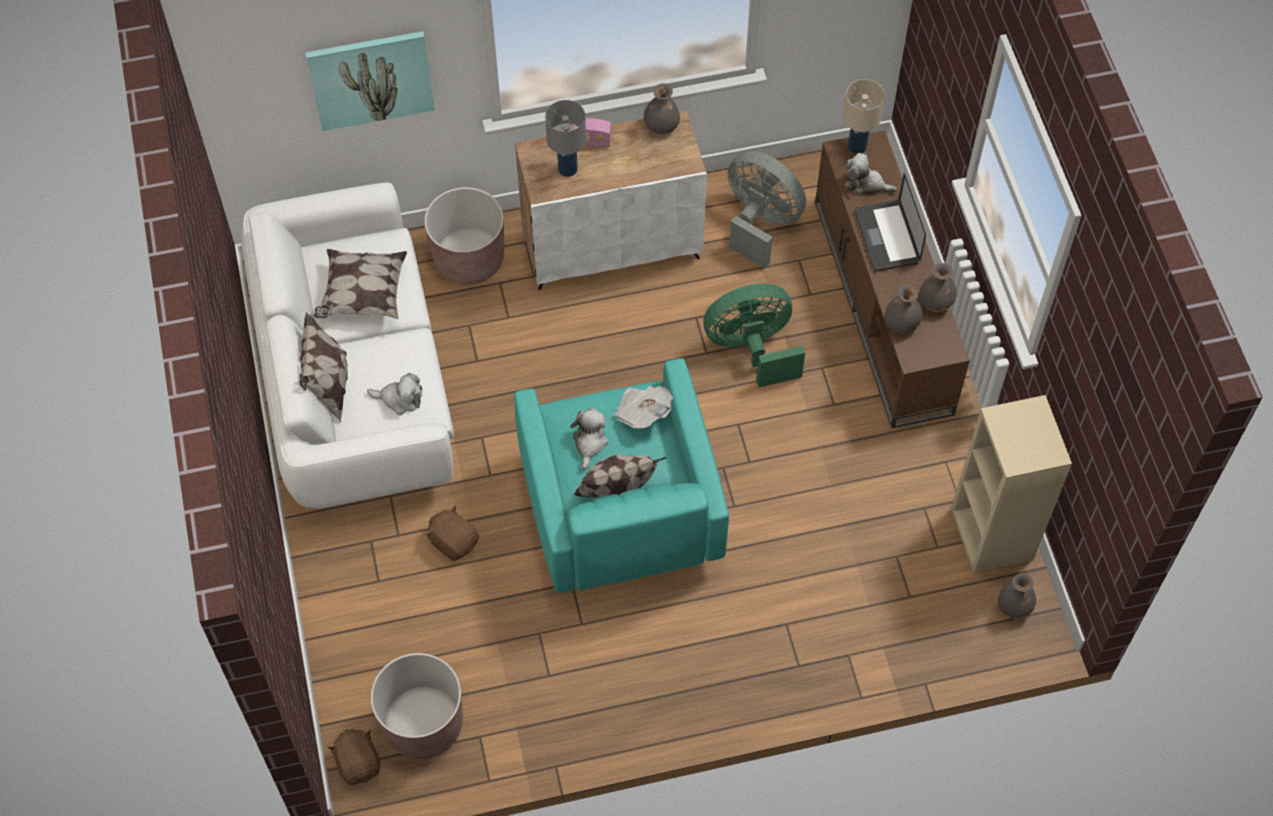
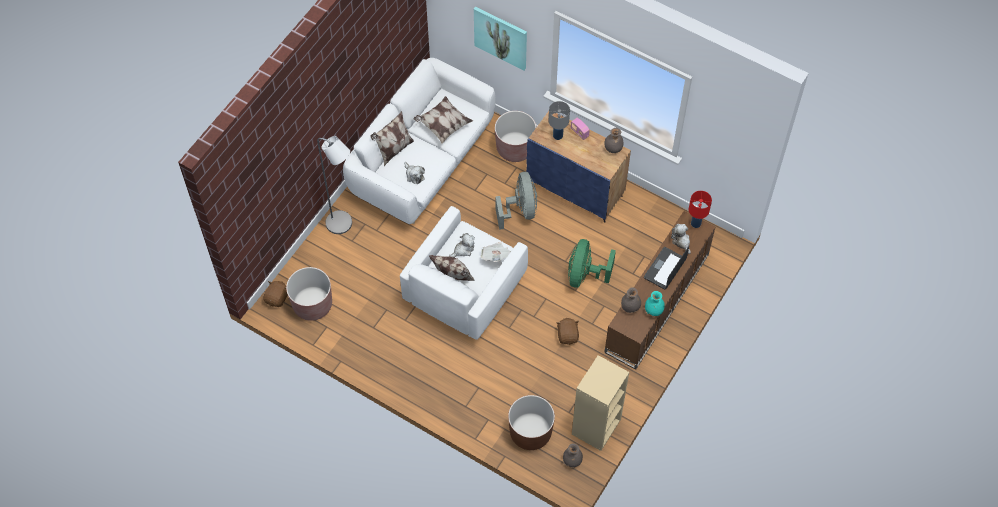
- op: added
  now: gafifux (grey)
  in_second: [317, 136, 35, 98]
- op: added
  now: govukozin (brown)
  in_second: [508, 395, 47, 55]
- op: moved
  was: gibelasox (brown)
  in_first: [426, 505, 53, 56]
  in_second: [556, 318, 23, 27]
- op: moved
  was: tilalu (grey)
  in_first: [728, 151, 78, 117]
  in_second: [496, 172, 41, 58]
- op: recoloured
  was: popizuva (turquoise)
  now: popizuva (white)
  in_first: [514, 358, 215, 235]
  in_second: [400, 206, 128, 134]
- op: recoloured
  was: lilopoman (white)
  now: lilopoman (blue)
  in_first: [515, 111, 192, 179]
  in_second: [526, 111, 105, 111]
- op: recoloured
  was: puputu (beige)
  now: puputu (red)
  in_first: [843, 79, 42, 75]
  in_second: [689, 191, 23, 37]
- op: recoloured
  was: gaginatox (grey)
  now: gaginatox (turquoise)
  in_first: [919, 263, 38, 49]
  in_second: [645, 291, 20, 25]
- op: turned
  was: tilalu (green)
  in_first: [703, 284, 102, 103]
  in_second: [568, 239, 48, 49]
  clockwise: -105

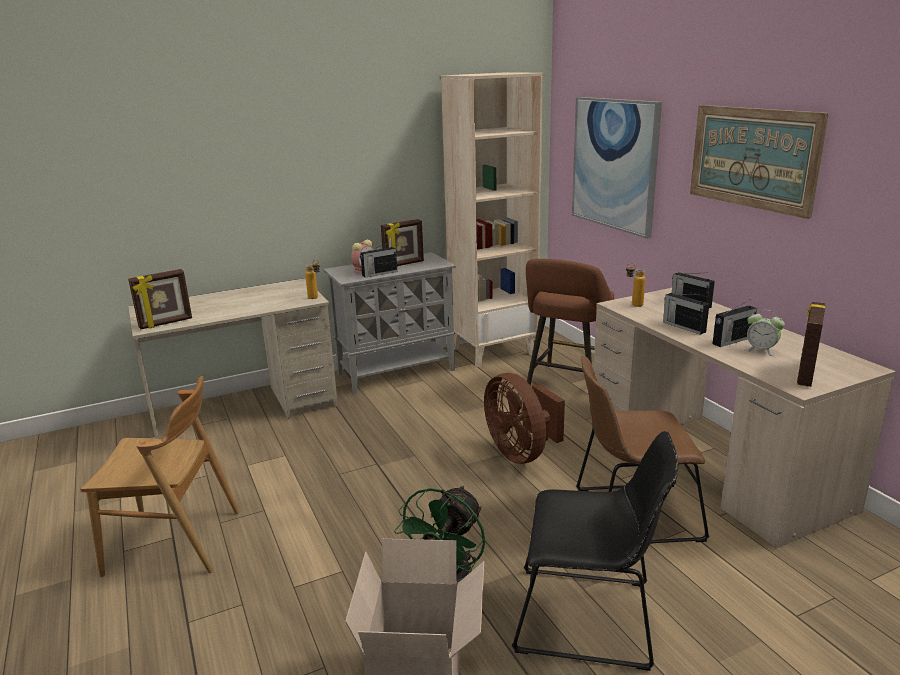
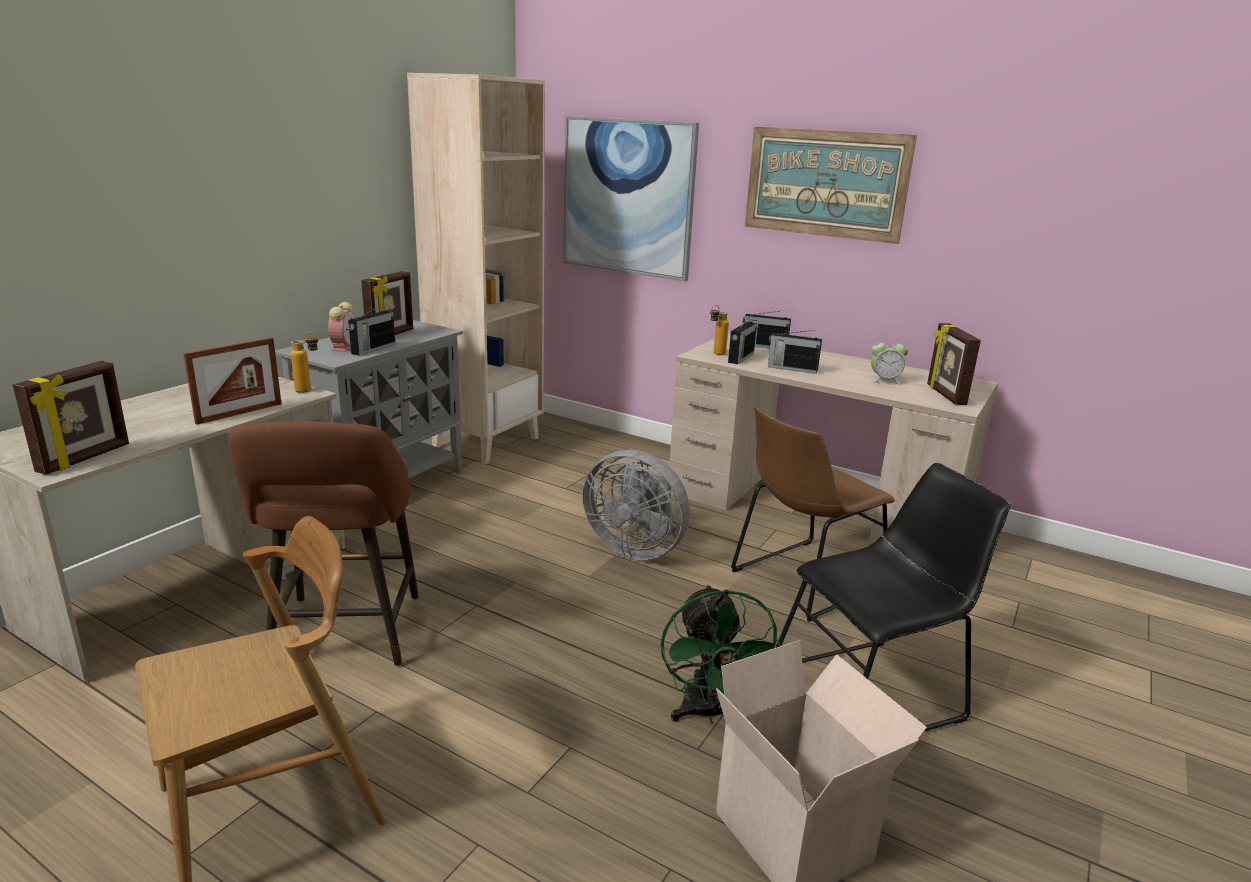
- op: added
  now: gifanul
  in_second: [183, 337, 99, 88]
- op: moved
  was: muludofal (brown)
  in_first: [526, 259, 88, 143]
  in_second: [228, 421, 190, 246]
- op: moved
  was: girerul
  in_first: [713, 300, 44, 47]
  in_second: [728, 317, 29, 47]
- op: recoloured
  was: tilalu (brown)
  now: tilalu (grey)
  in_first: [484, 373, 81, 91]
  in_second: [583, 450, 107, 110]

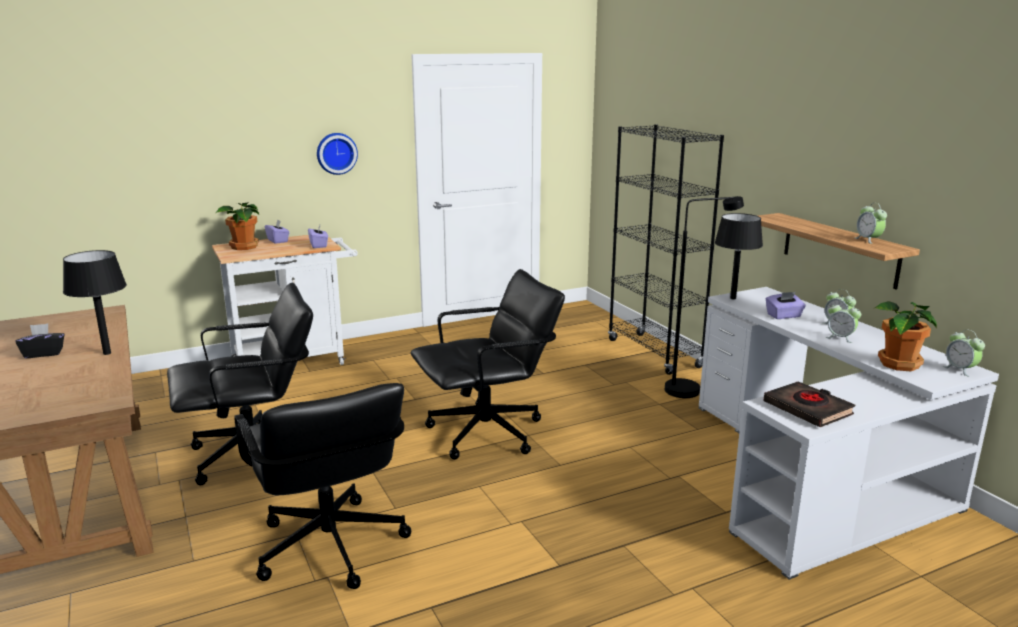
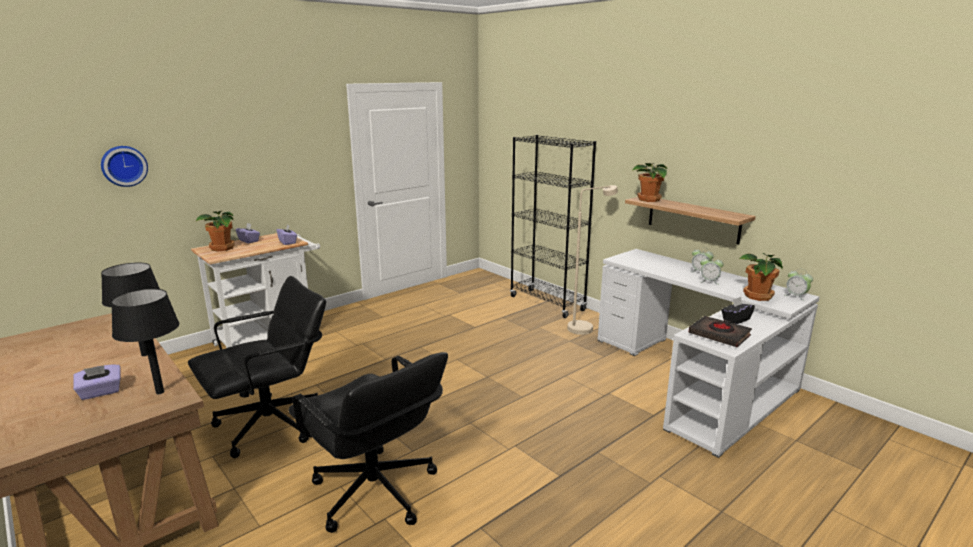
- op: removed
  was: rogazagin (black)
  in_first: [411, 269, 154, 191]
- op: removed
  was: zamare
  in_first: [855, 203, 32, 41]
- op: added
  now: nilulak
  in_second: [632, 163, 35, 39]
- op: moved
  was: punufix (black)
  in_first: [15, 324, 50, 34]
  in_second: [721, 297, 34, 27]
- op: moved
  was: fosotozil
  in_first: [317, 133, 41, 42]
  in_second: [101, 146, 47, 41]
- op: moved
  was: puputu (black)
  in_first: [715, 213, 48, 86]
  in_second: [111, 289, 68, 105]
- op: moved
  was: punufix (purple)
  in_first: [766, 292, 40, 27]
  in_second: [73, 365, 47, 35]
- op: recoloured
  was: gafifux (black)
  now: gafifux (beige)
  in_first: [665, 196, 79, 202]
  in_second: [567, 185, 51, 150]

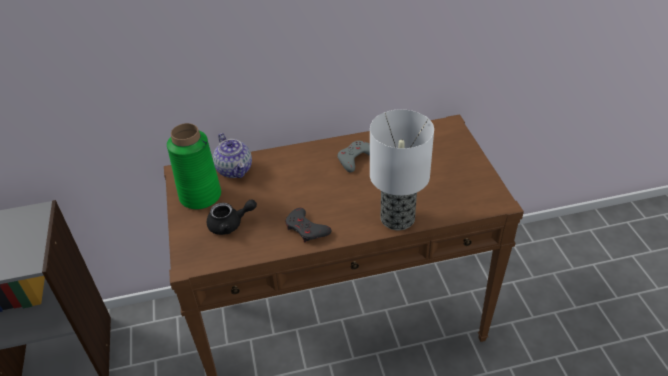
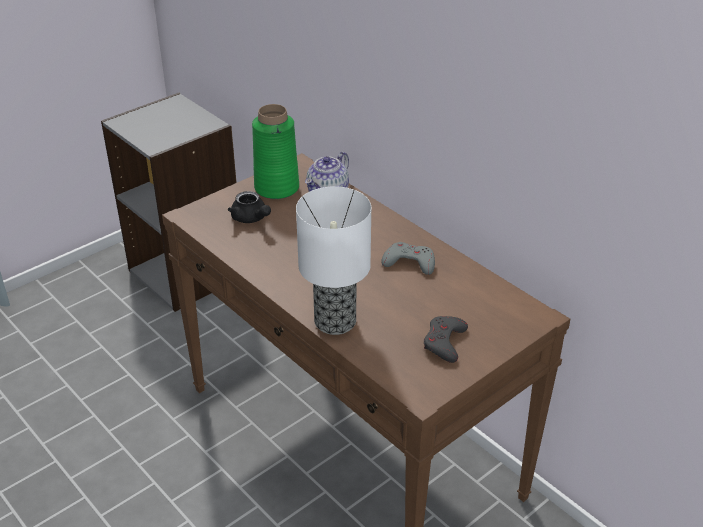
- op: moved
  was: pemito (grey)
  in_first: [285, 208, 47, 35]
  in_second: [424, 316, 44, 47]

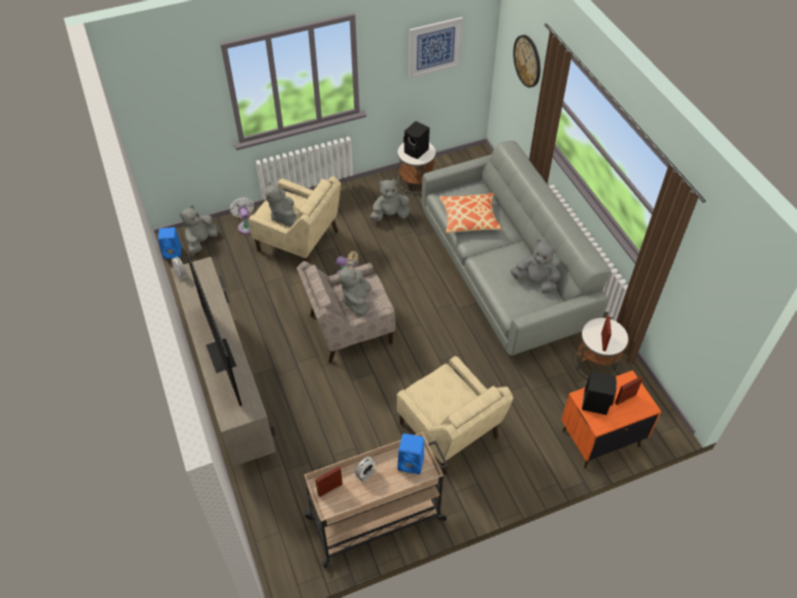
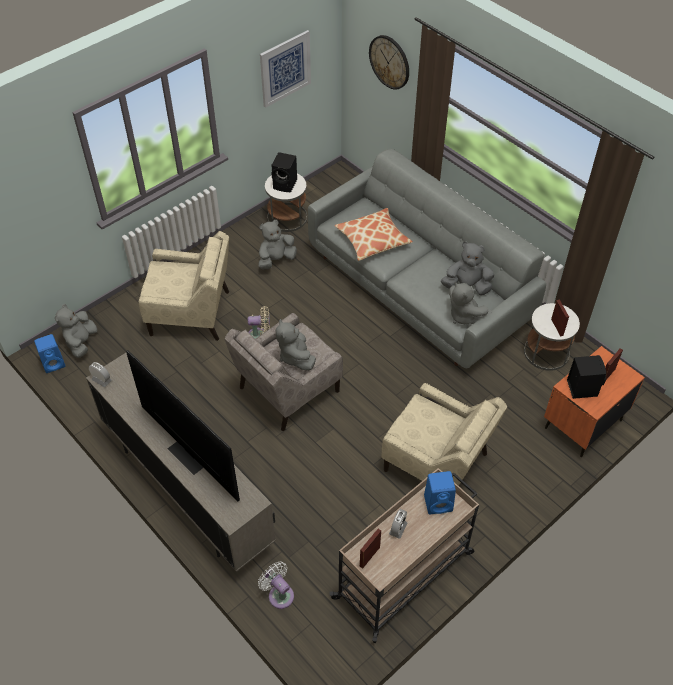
- op: moved
  was: tilalu (white)
  in_first: [230, 197, 24, 37]
  in_second: [258, 561, 36, 48]
- op: moved
  was: gibelasox (grey)
  in_first: [265, 182, 32, 45]
  in_second: [449, 281, 43, 43]

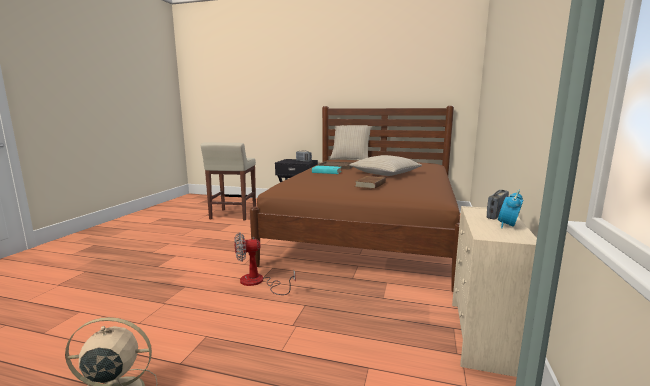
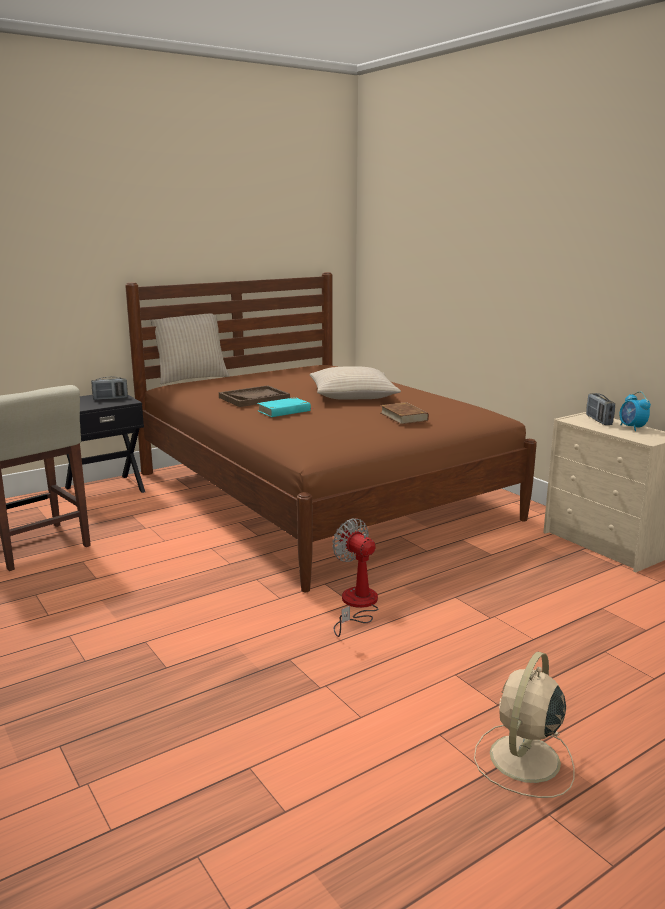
- op: turned
  was: tilalu
  in_first: [234, 232, 62, 63]
  in_second: [332, 518, 46, 119]
  clockwise: 120

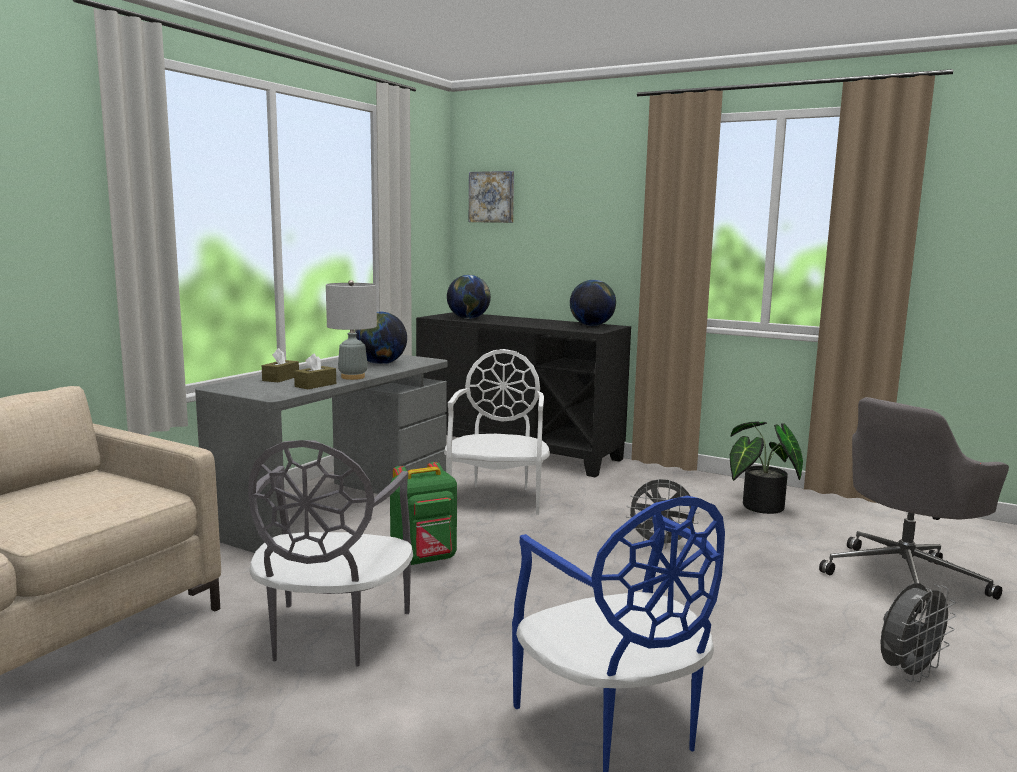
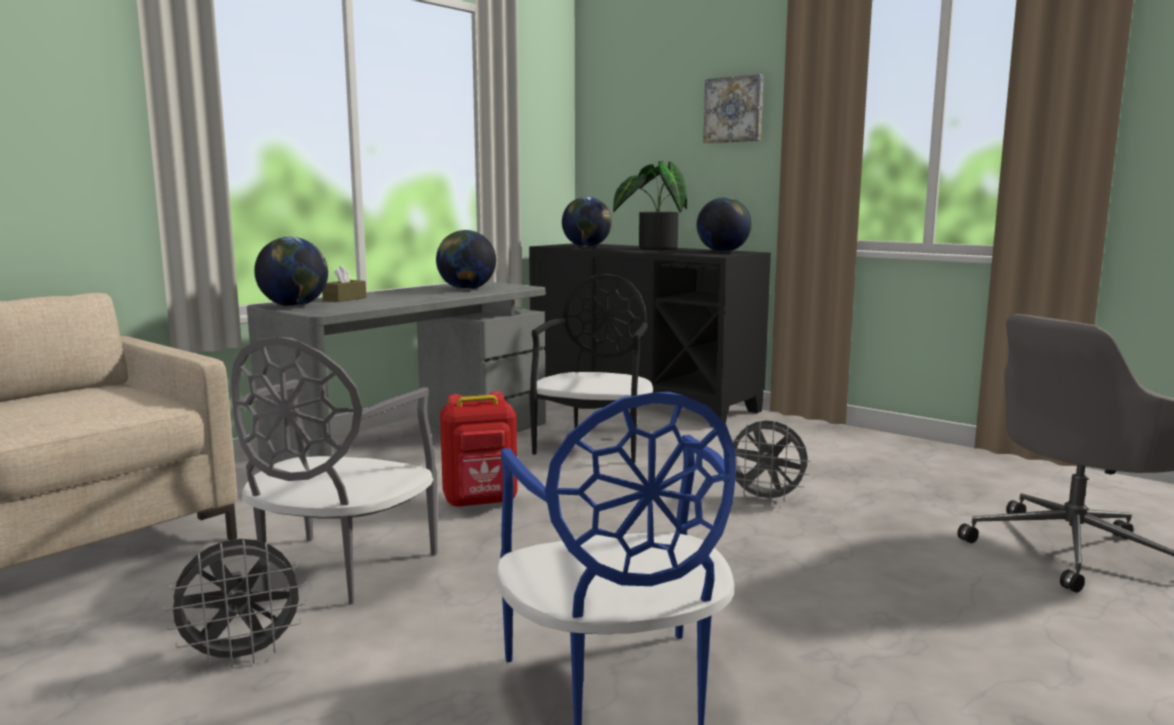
- op: removed
  was: punufix (brown)
  in_first: [294, 354, 42, 35]
- op: removed
  was: puputu (grey)
  in_first: [326, 280, 51, 100]
- op: added
  now: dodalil
  in_second: [254, 237, 74, 70]
- op: moved
  was: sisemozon
  in_first: [469, 171, 45, 52]
  in_second: [703, 74, 61, 69]
- op: moved
  was: nilulak
  in_first: [730, 421, 73, 93]
  in_second: [613, 161, 74, 89]
- op: moved
  was: tilalu (grey)
  in_first: [881, 583, 75, 99]
  in_second: [163, 539, 145, 129]
- op: recoloured
  was: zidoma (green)
  now: zidoma (red)
  in_first: [390, 462, 67, 103]
  in_second: [440, 391, 78, 117]
- op: recoloured
  was: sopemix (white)
  now: sopemix (black)
  in_first: [444, 349, 106, 166]
  in_second: [529, 274, 124, 189]

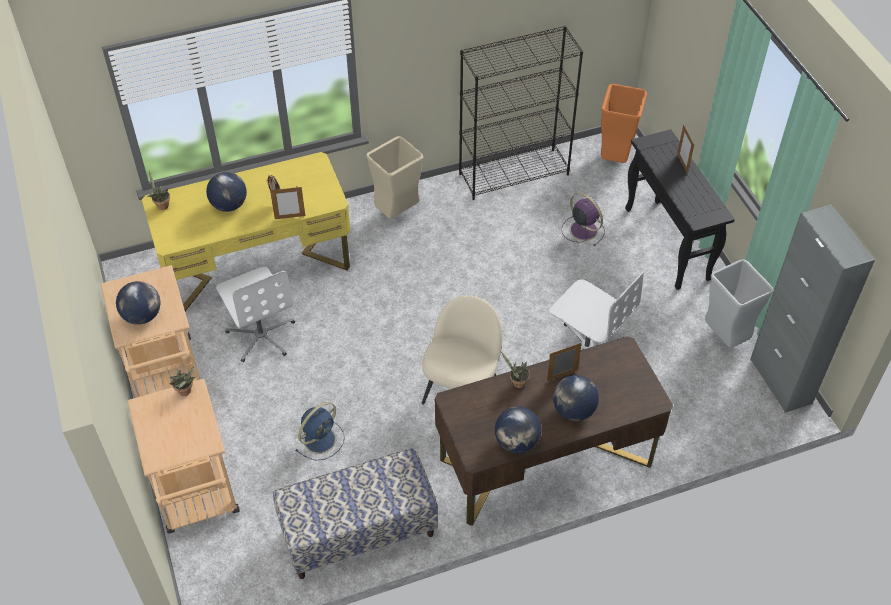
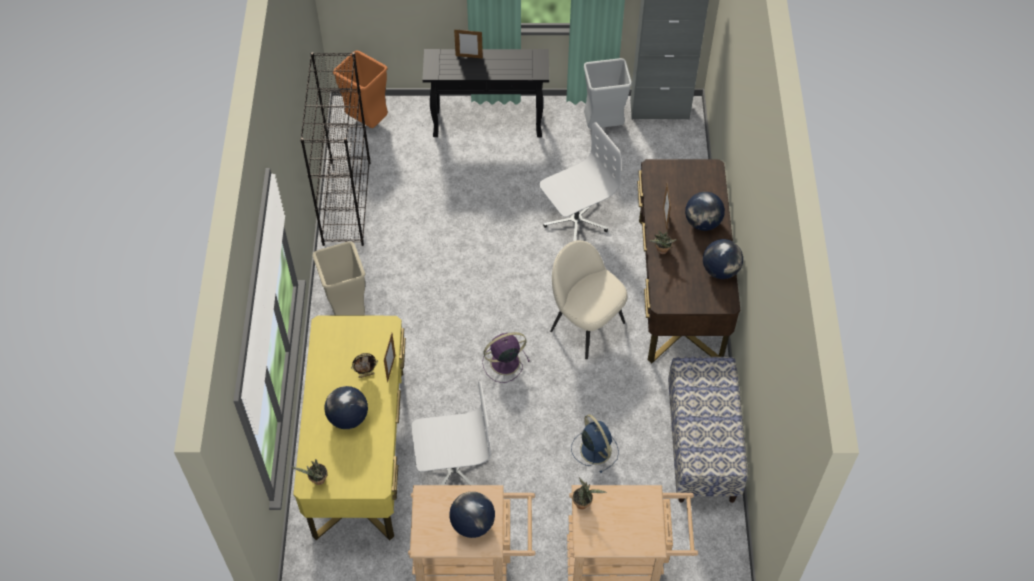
- op: moved
  was: tilalu (purple)
  in_first: [561, 193, 44, 53]
  in_second: [482, 332, 48, 51]

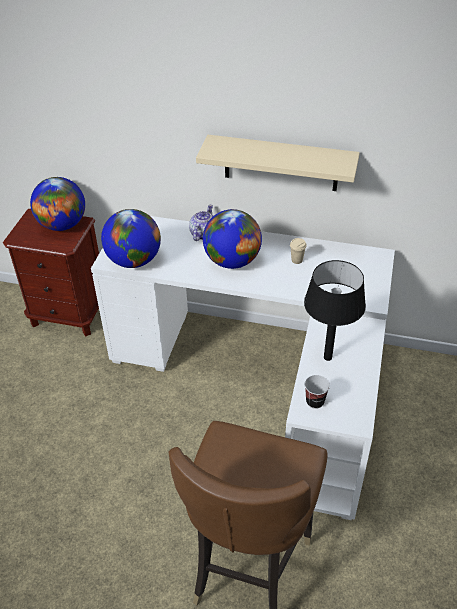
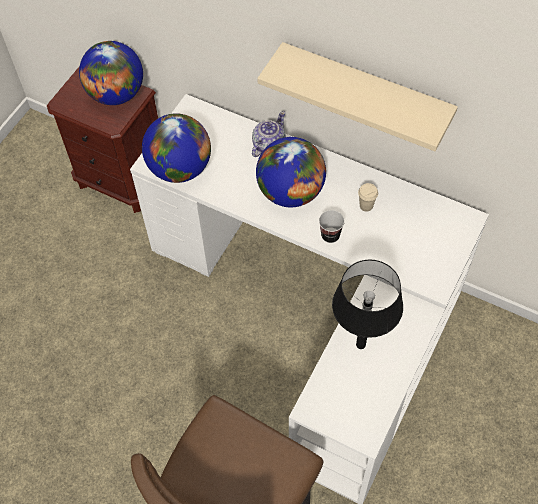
- op: moved
  was: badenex
  in_first: [305, 375, 25, 34]
  in_second: [319, 210, 26, 33]

